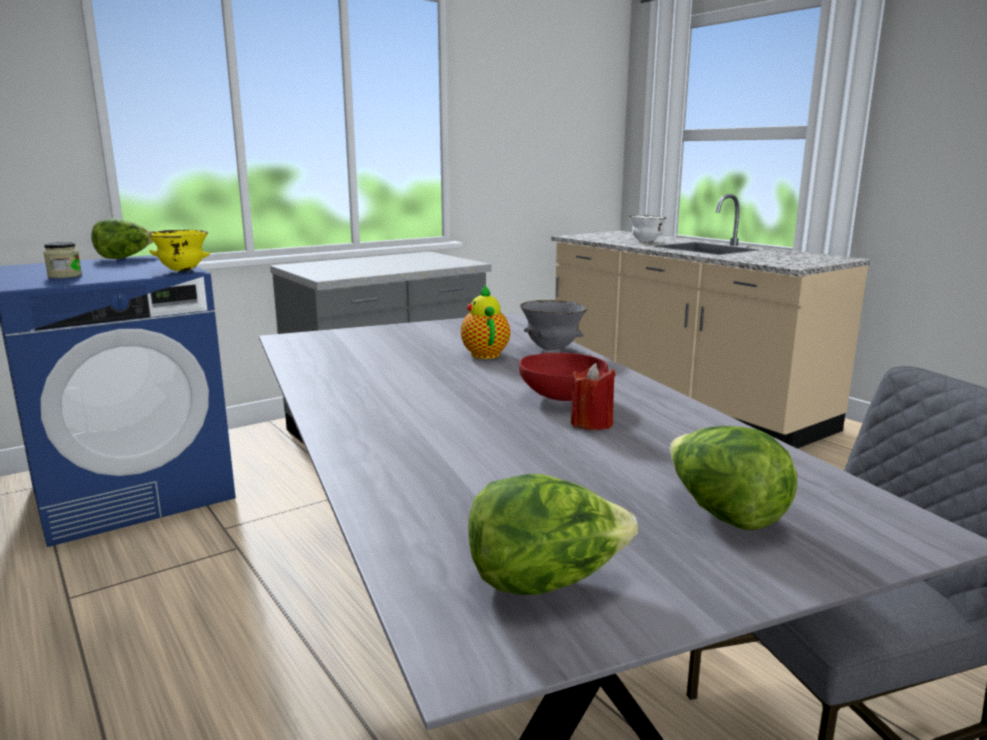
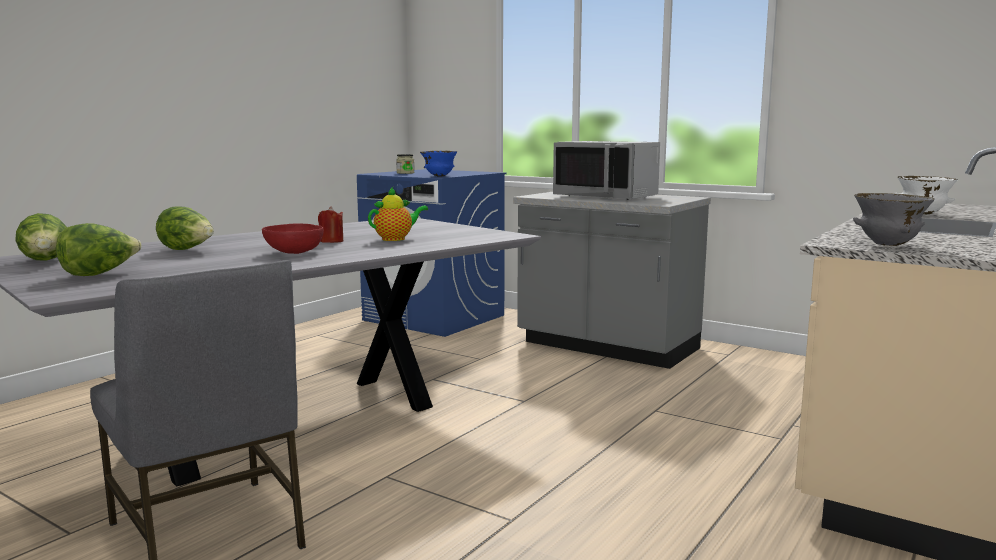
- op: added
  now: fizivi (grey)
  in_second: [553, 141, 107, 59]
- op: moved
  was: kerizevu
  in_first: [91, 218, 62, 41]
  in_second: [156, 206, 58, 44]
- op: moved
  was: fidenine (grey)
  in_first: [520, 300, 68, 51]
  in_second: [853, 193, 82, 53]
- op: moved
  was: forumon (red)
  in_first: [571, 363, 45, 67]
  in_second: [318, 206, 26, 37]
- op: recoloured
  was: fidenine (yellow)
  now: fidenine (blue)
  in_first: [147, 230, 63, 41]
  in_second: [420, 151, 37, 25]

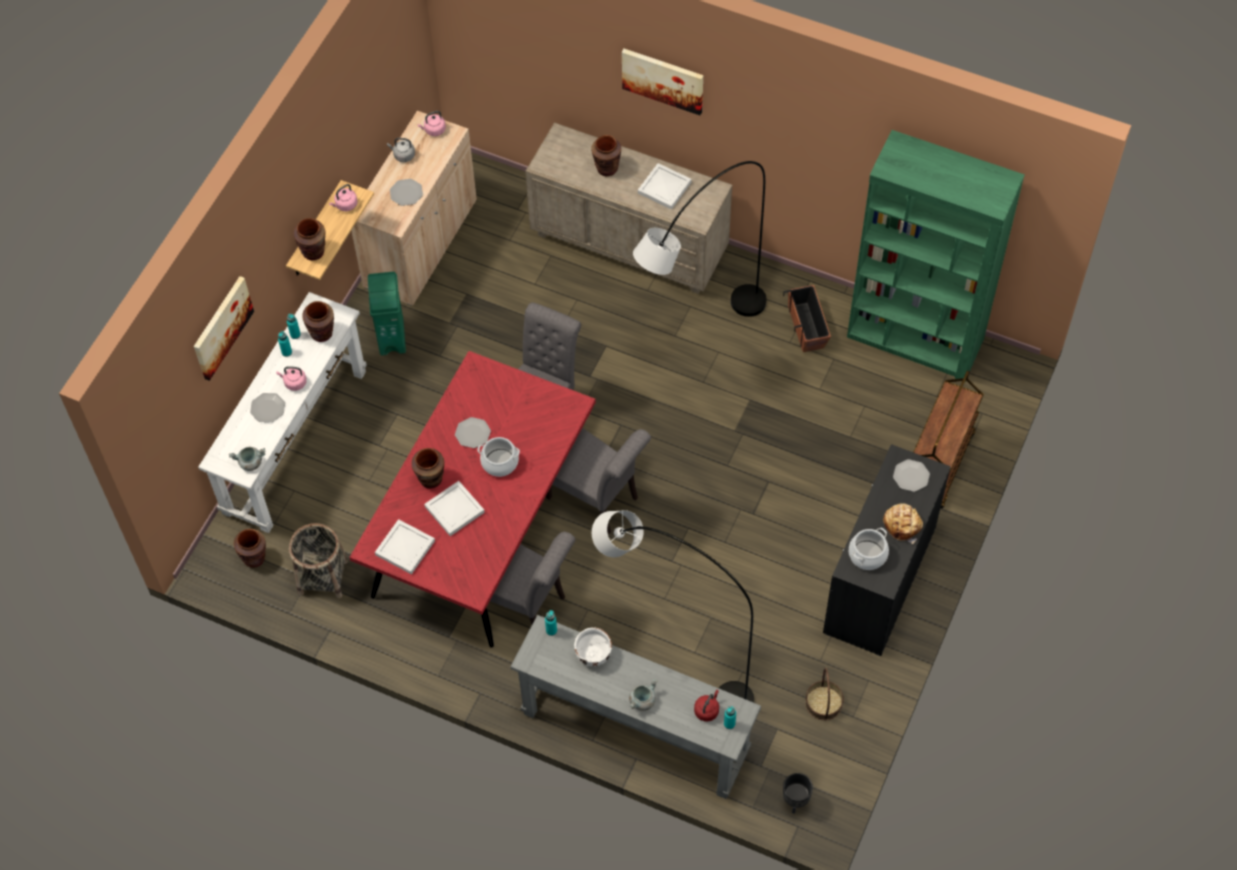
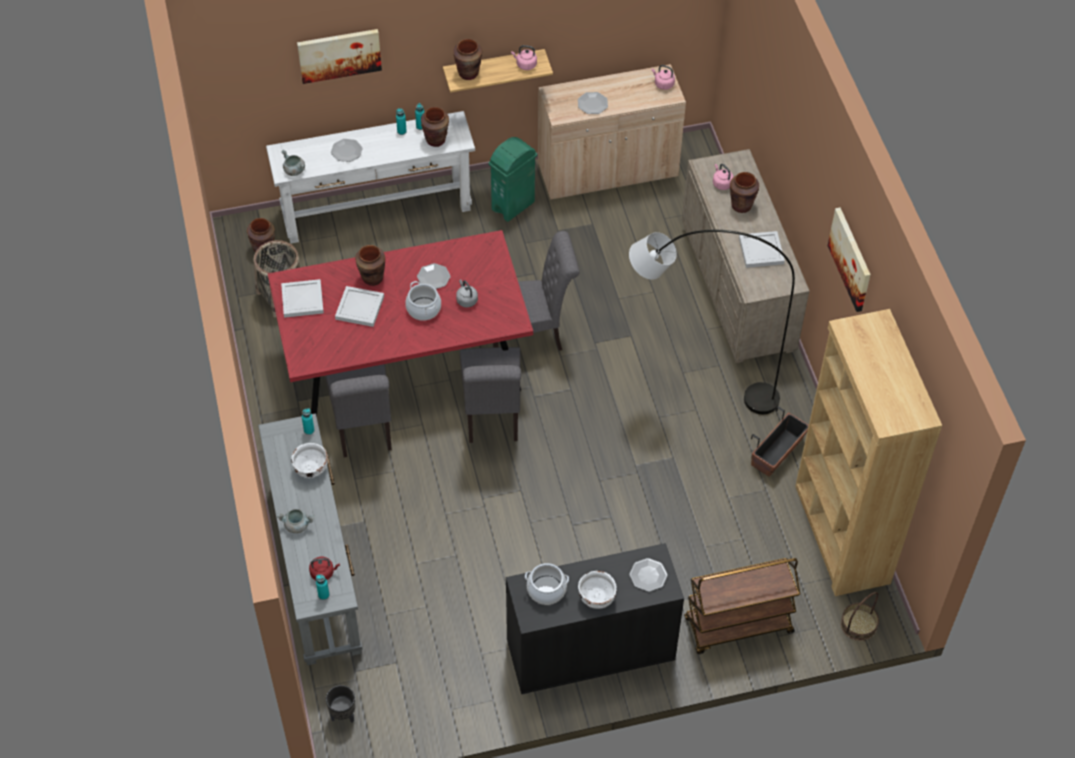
- op: removed
  was: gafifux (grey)
  in_first: [592, 510, 162, 193]
- op: moved
  was: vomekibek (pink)
  in_first: [276, 366, 31, 25]
  in_second: [713, 164, 21, 26]
- op: moved
  was: vomekibek (grey)
  in_first: [387, 138, 28, 24]
  in_second: [456, 279, 22, 28]
- op: moved
  was: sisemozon
  in_first: [622, 49, 81, 66]
  in_second: [828, 208, 43, 104]
- op: moved
  was: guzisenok
  in_first: [805, 668, 39, 53]
  in_second: [841, 592, 38, 49]
- op: replaced
  was: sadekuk
  now: fidenine (white)
  in_first: [883, 503, 40, 41]
  in_second: [578, 571, 38, 38]
- op: recoloured
  was: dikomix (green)
  now: dikomix (brown)
  in_first: [847, 130, 178, 252]
  in_second: [795, 309, 147, 287]

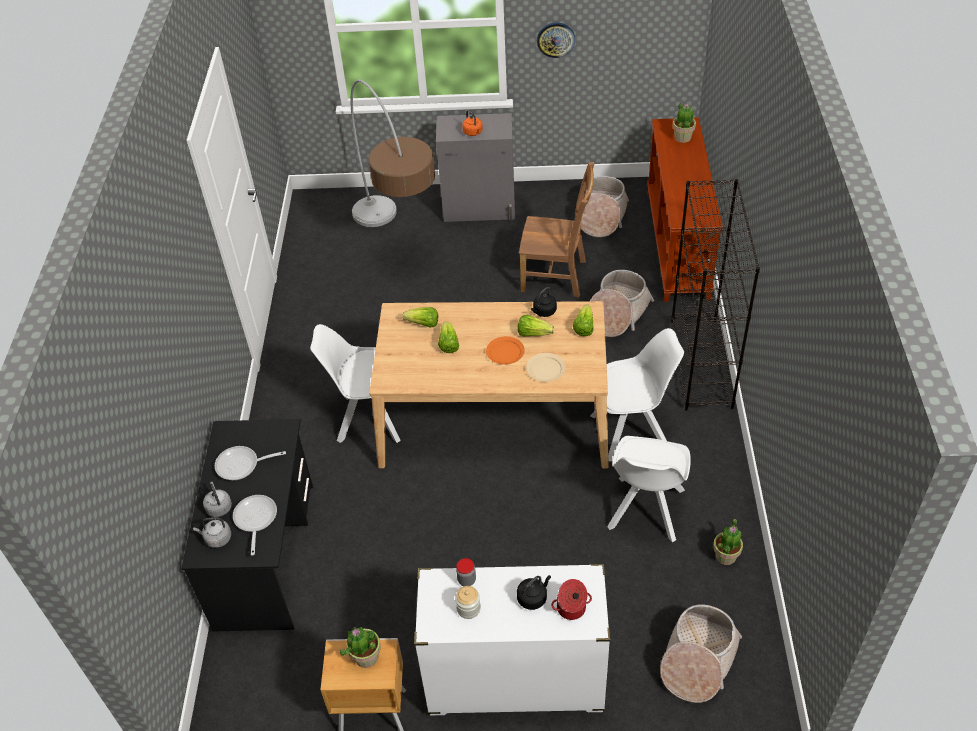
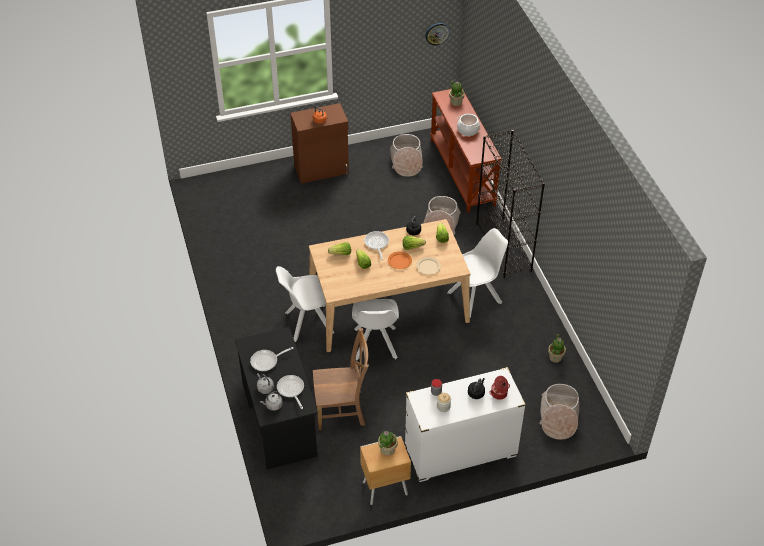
- op: removed
  was: gafifux
  in_first: [351, 79, 84, 148]
- op: added
  now: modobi
  in_second: [364, 231, 25, 29]
- op: added
  now: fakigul
  in_second: [457, 114, 23, 22]
- op: moved
  was: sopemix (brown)
  in_first: [519, 162, 75, 136]
  in_second: [313, 328, 56, 102]
- op: moved
  was: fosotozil
  in_first: [537, 23, 38, 35]
  in_second: [425, 23, 25, 23]
- op: moved
  was: sopemix (white)
  in_first: [607, 436, 84, 107]
  in_second: [352, 299, 47, 61]
- op: recoloured
  was: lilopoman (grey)
  now: lilopoman (brown)
  in_first: [436, 113, 79, 109]
  in_second: [290, 103, 59, 81]

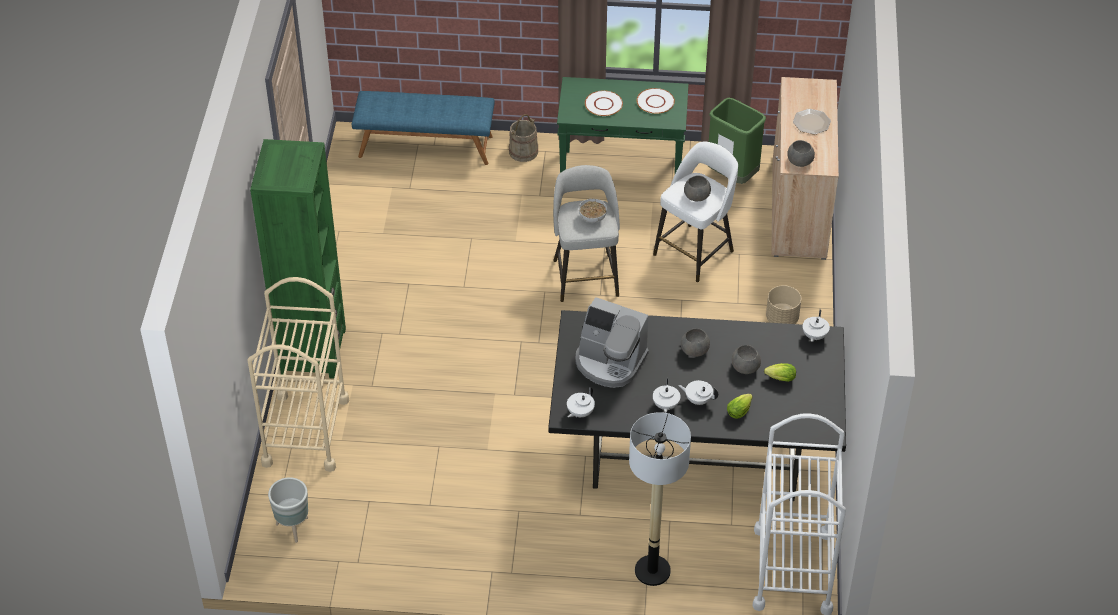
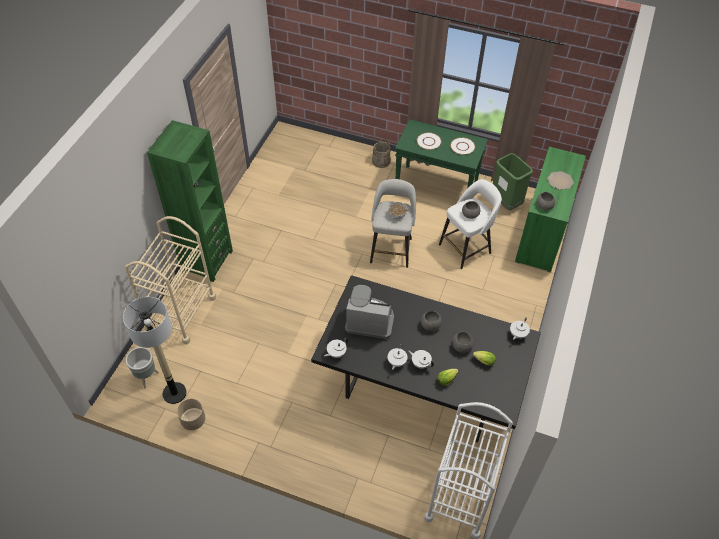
- op: removed
  was: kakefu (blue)
  in_first: [352, 91, 143, 74]
- op: moved
  was: gafifux
  in_first: [629, 412, 62, 174]
  in_second: [123, 297, 64, 107]
- op: moved
  was: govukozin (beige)
  in_first: [766, 285, 35, 39]
  in_second: [177, 399, 28, 31]
- op: recoloured
  was: lilopoman (beige)
  now: lilopoman (green)
  in_first: [771, 77, 68, 183]
  in_second: [515, 147, 71, 125]
- op: turned
  was: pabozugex
  in_first: [575, 297, 74, 91]
  in_second: [345, 285, 49, 54]
  clockwise: 150

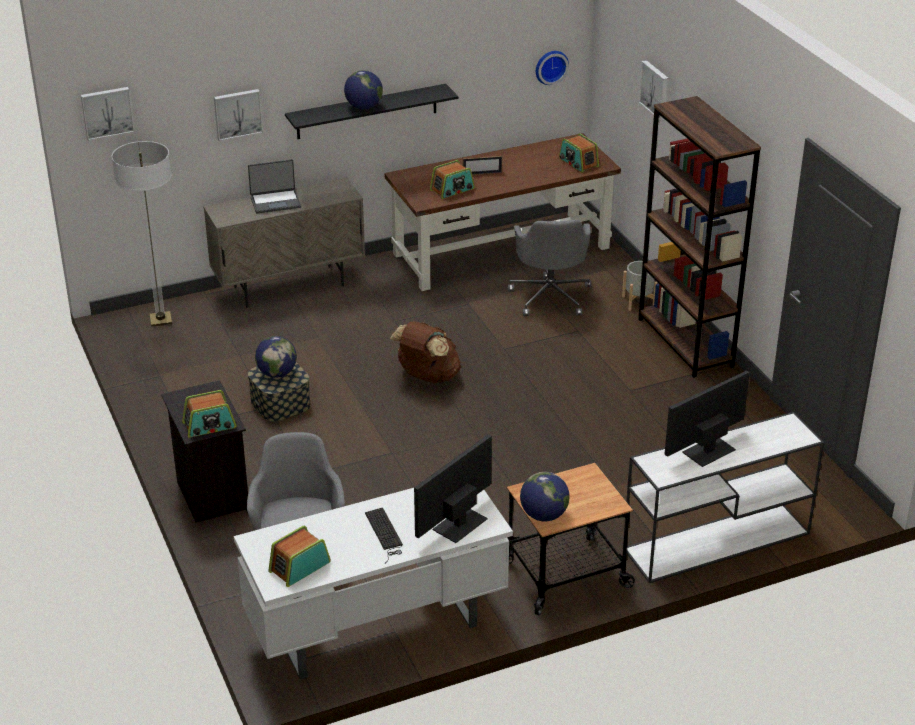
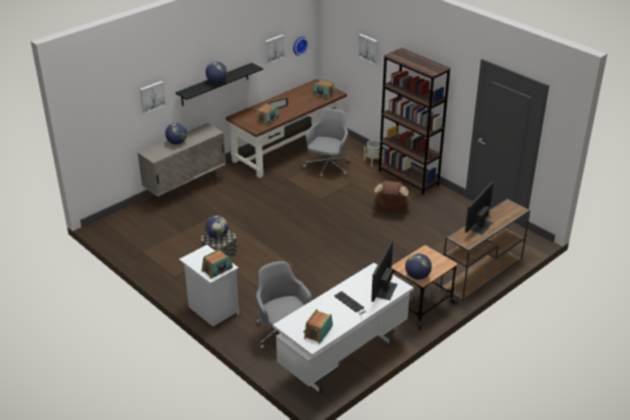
- op: removed
  was: gafifux
  in_first: [112, 141, 60, 186]
- op: moved
  was: sisemozon
  in_first: [81, 87, 54, 54]
  in_second: [264, 34, 21, 30]
- op: moved
  was: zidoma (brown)
  in_first: [390, 321, 71, 62]
  in_second: [373, 181, 38, 31]
- op: replaced
  was: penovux
  now: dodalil
  in_first: [248, 159, 53, 54]
  in_second: [165, 123, 22, 22]
- op: recoloured
  was: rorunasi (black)
  now: rorunasi (white)
  in_first: [161, 380, 87, 143]
  in_second: [179, 245, 60, 82]
- op: recoloured
  was: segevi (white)
  now: segevi (brown)
  in_first: [623, 412, 201, 171]
  in_second: [440, 199, 90, 102]
- op: turned
  was: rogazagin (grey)
  in_first: [508, 220, 83, 96]
  in_second: [303, 108, 47, 70]
  clockwise: -135

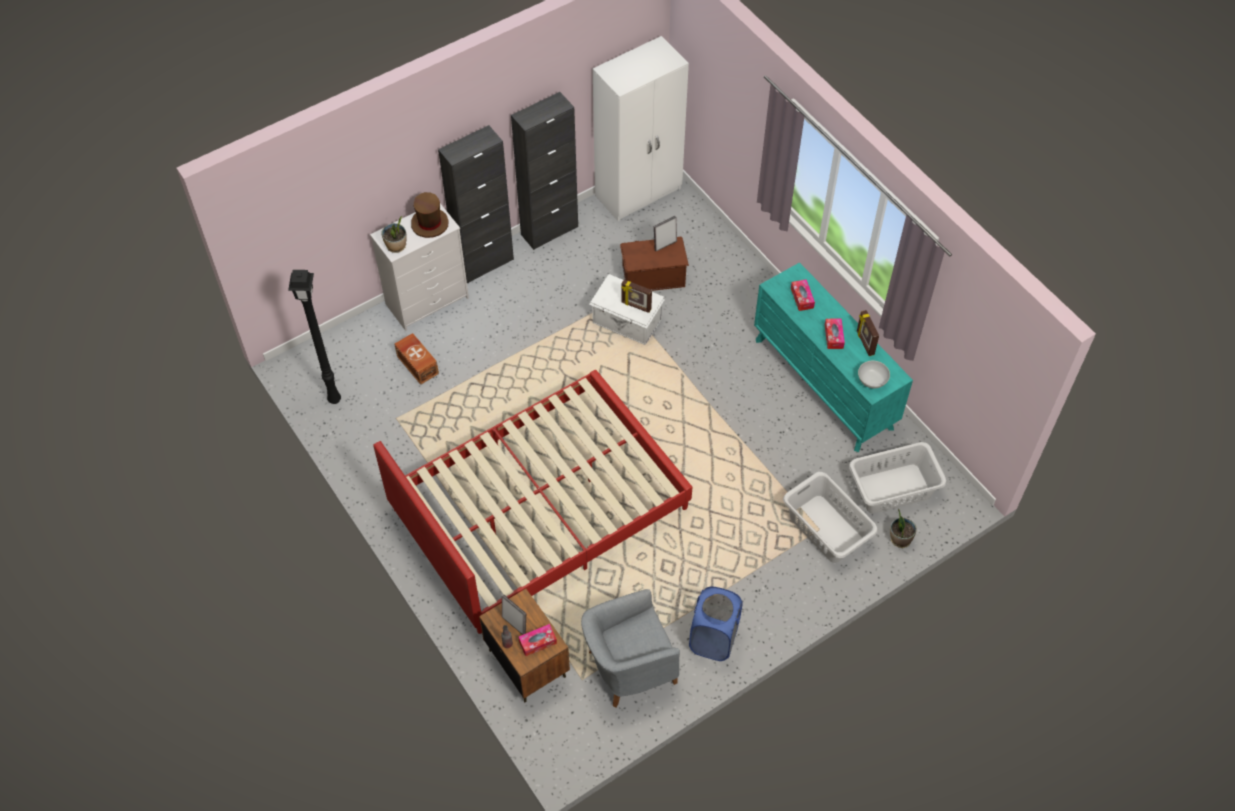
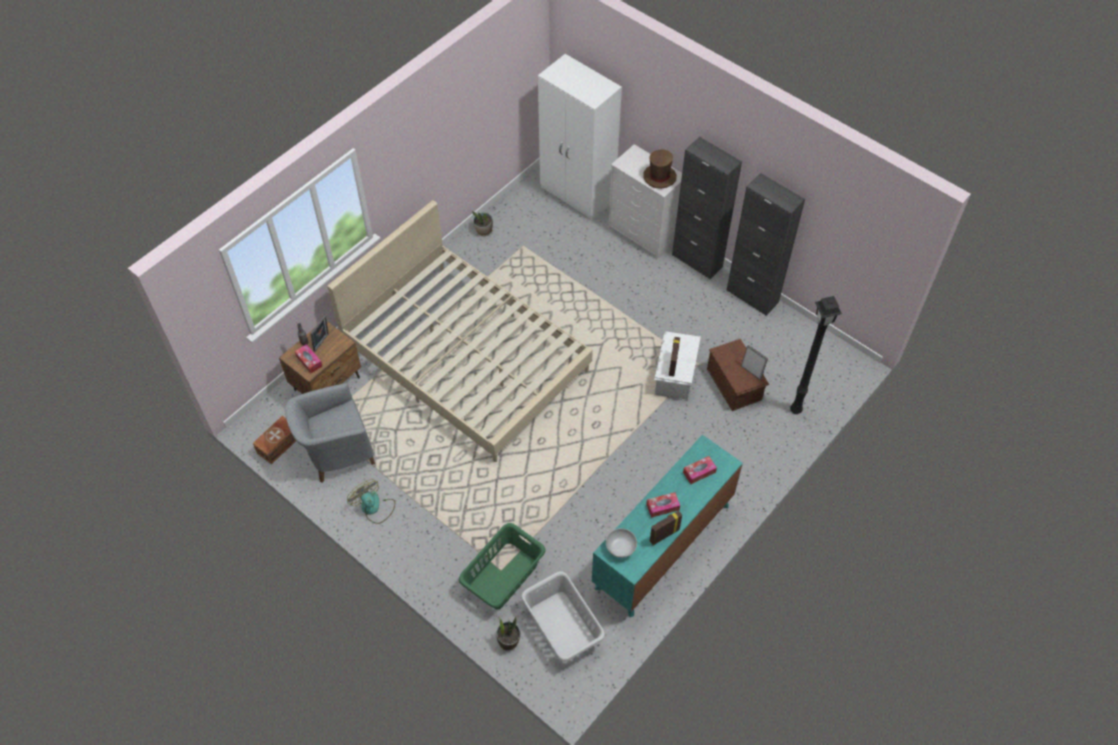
- op: moved
  was: gafifux (black)
  in_first: [288, 270, 53, 134]
  in_second: [790, 296, 52, 118]
- op: moved
  was: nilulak
  in_first: [381, 216, 26, 37]
  in_second: [472, 211, 21, 25]
- op: moved
  was: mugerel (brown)
  in_first: [394, 333, 45, 52]
  in_second: [253, 416, 43, 49]
- op: moved
  was: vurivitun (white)
  in_first: [593, 36, 96, 185]
  in_second: [538, 54, 84, 166]
- op: replaced
  was: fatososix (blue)
  now: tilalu
  in_first: [689, 587, 54, 74]
  in_second: [347, 479, 48, 45]
- op: recoloured
  was: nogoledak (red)
  now: nogoledak (beige)
  in_first: [373, 370, 320, 264]
  in_second: [327, 200, 266, 262]
- op: recoloured
  was: fatososix (grey)
  now: fatososix (green)
  in_first: [783, 472, 95, 91]
  in_second: [459, 523, 87, 86]
- op: turned
  was: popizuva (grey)
  in_first: [581, 589, 99, 119]
  in_second: [285, 383, 90, 100]
  clockwise: -75

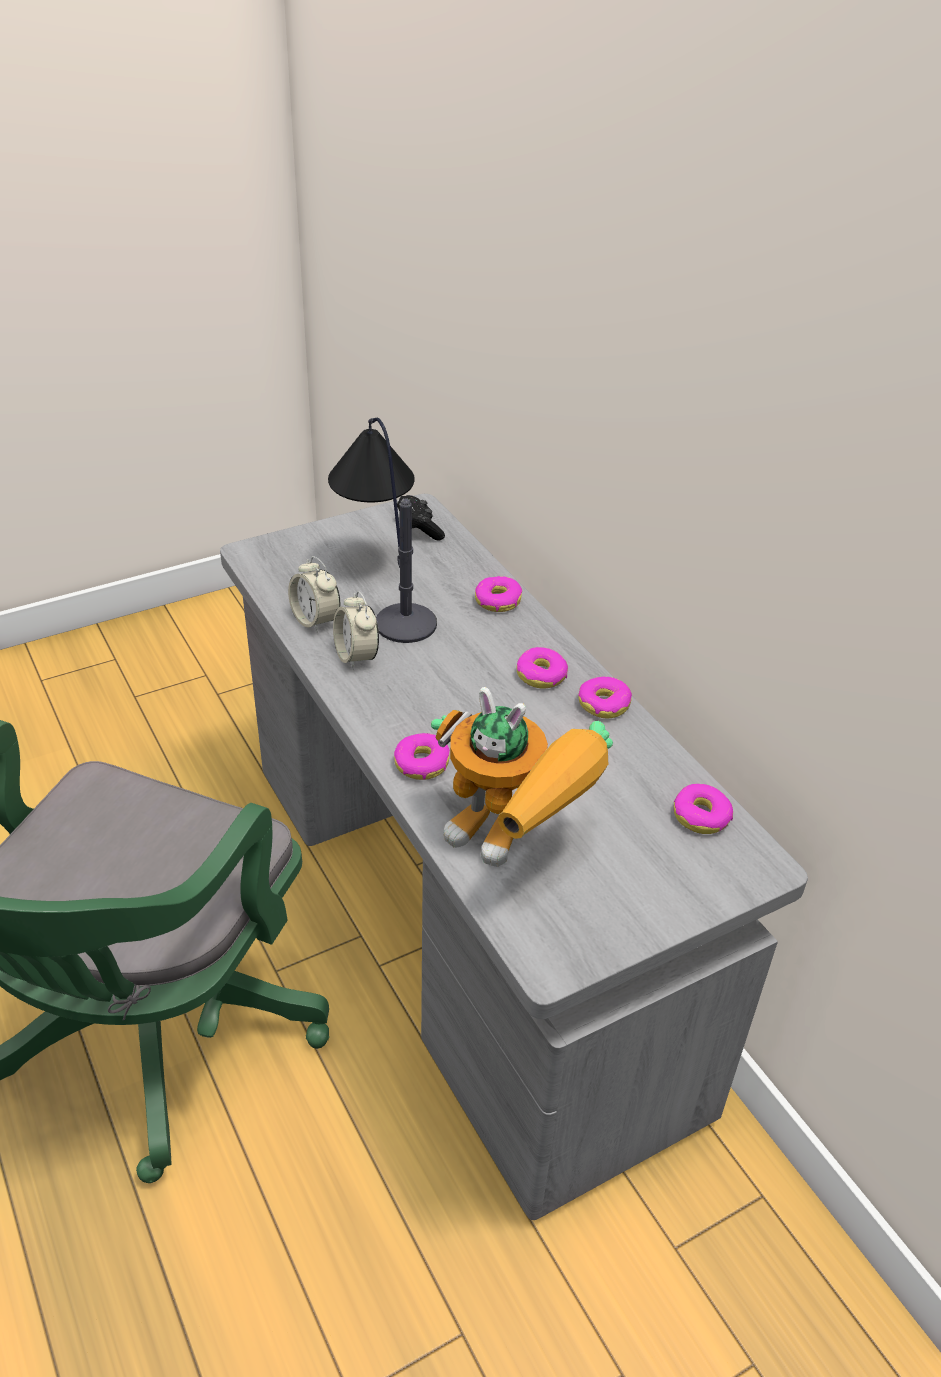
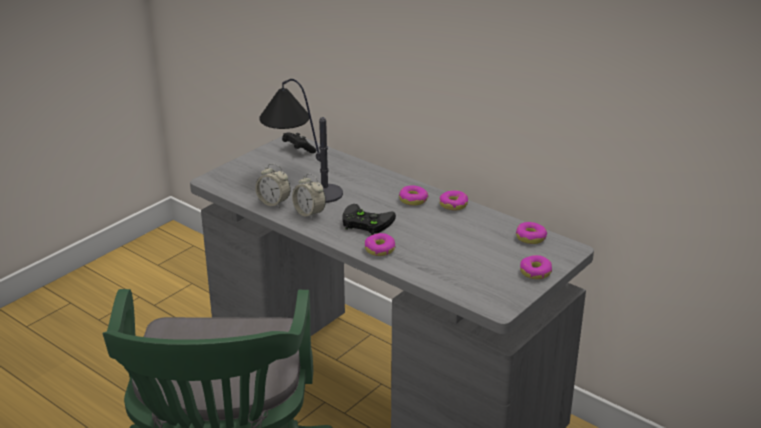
- op: removed
  was: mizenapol
  in_first: [431, 687, 182, 180]
- op: added
  now: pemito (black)
  in_second: [342, 204, 54, 31]
- op: moved
  was: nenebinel
  in_first: [475, 576, 47, 36]
  in_second: [520, 255, 32, 24]

